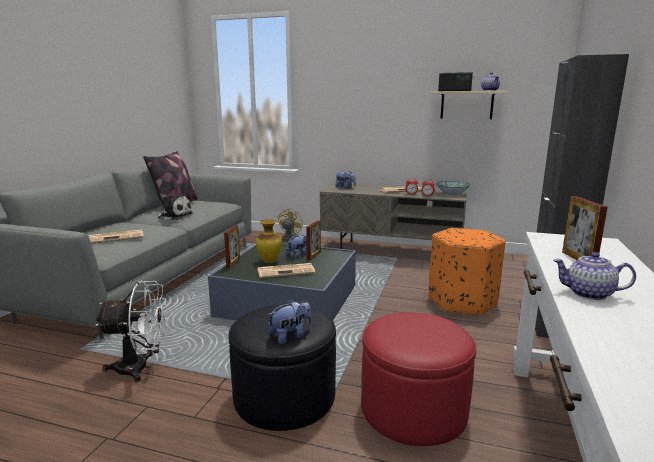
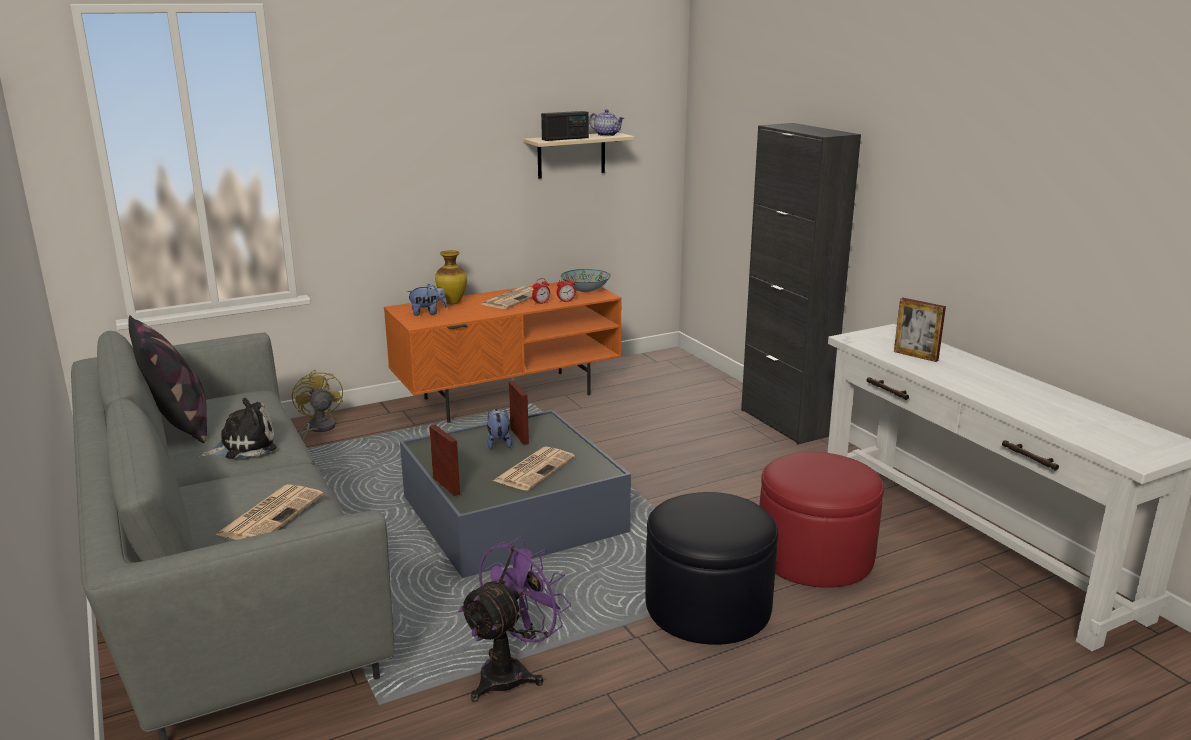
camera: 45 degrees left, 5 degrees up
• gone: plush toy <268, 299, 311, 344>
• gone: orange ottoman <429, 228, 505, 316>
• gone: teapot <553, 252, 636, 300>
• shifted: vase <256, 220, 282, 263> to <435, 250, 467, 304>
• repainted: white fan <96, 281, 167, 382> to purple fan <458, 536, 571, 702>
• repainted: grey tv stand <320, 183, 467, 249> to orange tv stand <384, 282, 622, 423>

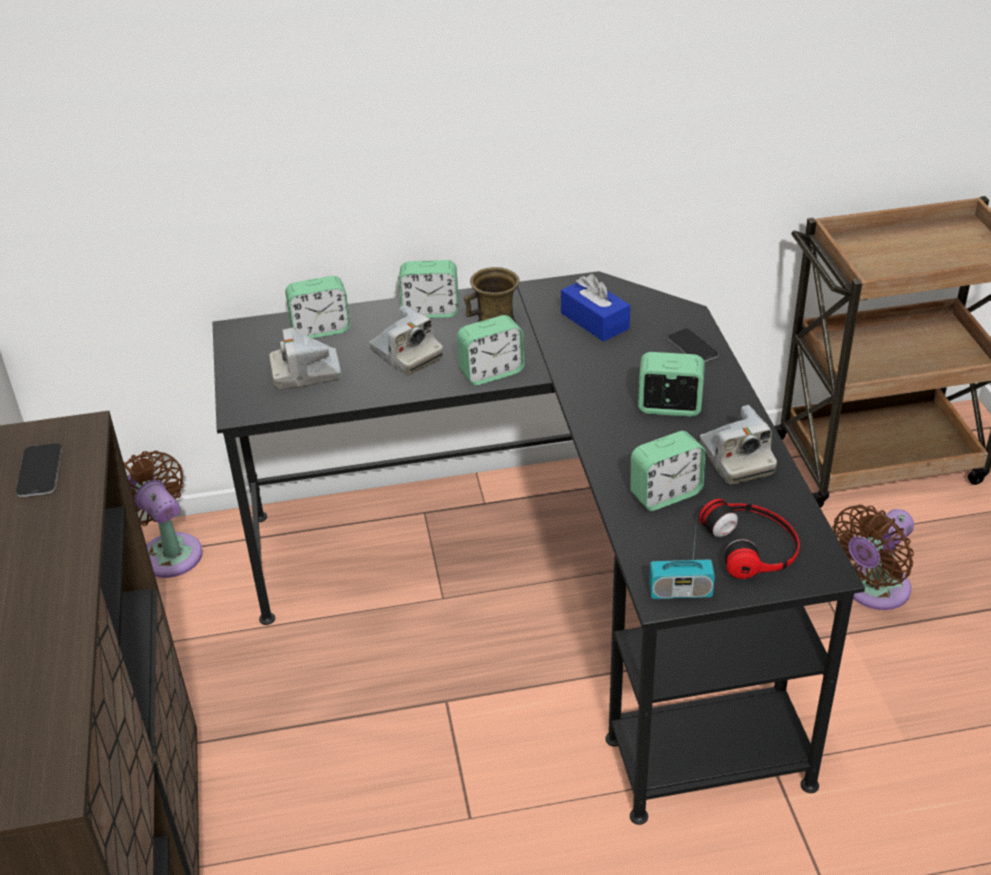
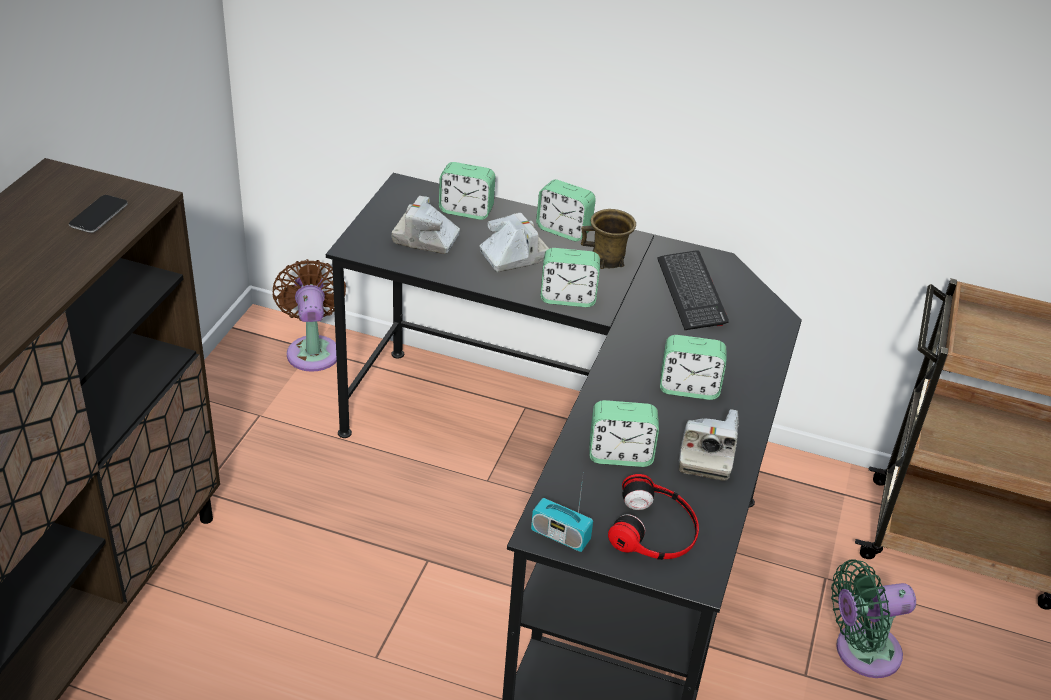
camera: 25 degrees right, 0 degrees up
• gone: phone <668, 329, 719, 362>
• swapped: blue tissue box <561, 274, 630, 342> to keyboard <657, 250, 729, 330>
• repainted: brown fan <832, 505, 914, 610> to green fan <831, 559, 916, 678>
• rotated: photo camera <369, 305, 443, 375> = <480, 213, 549, 272> 105 degrees counterclockwise
• rotated: alarm clock <638, 352, 705, 417> = <660, 335, 726, 400> 150 degrees clockwise

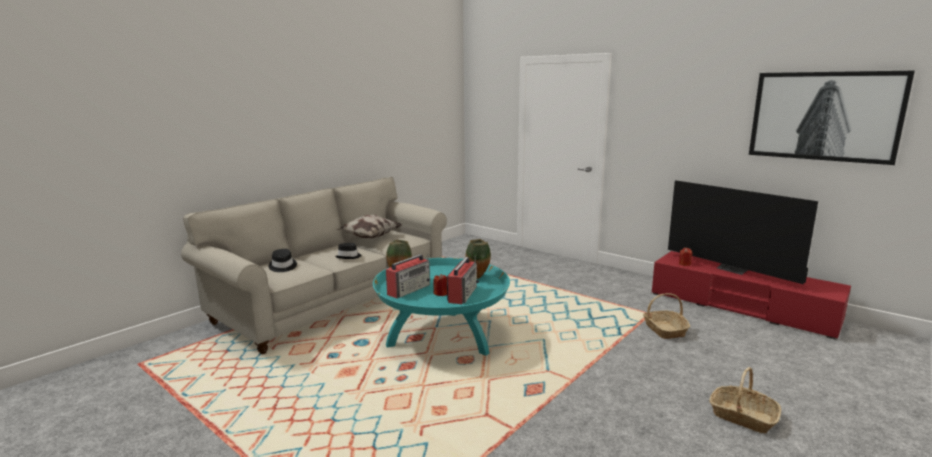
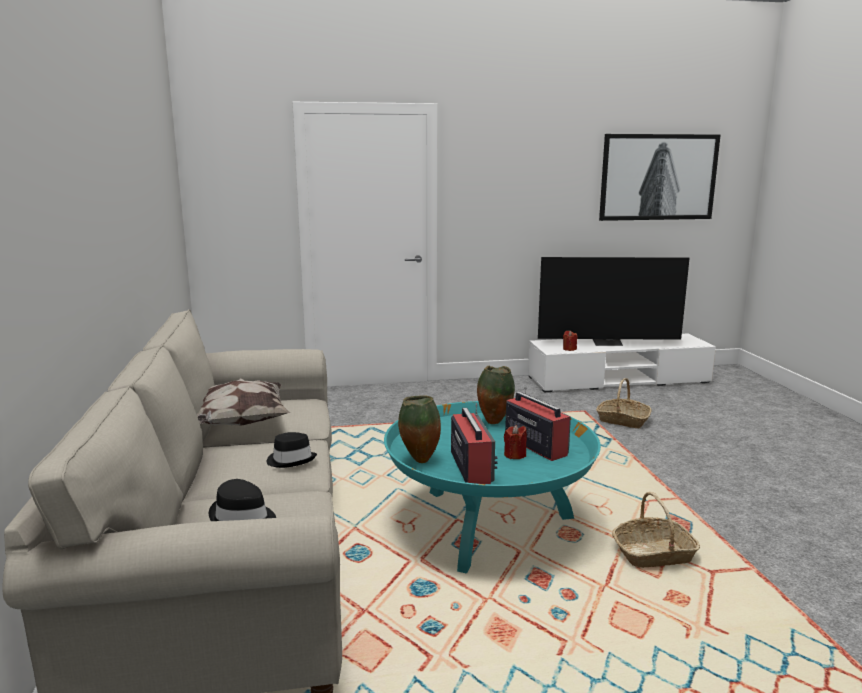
camera: 50 degrees left, 0 degrees up
• shifted: basket <709, 367, 781, 433> to <612, 492, 700, 568>
• repainted: red tv stand <652, 251, 851, 340> to white tv stand <528, 333, 716, 392>

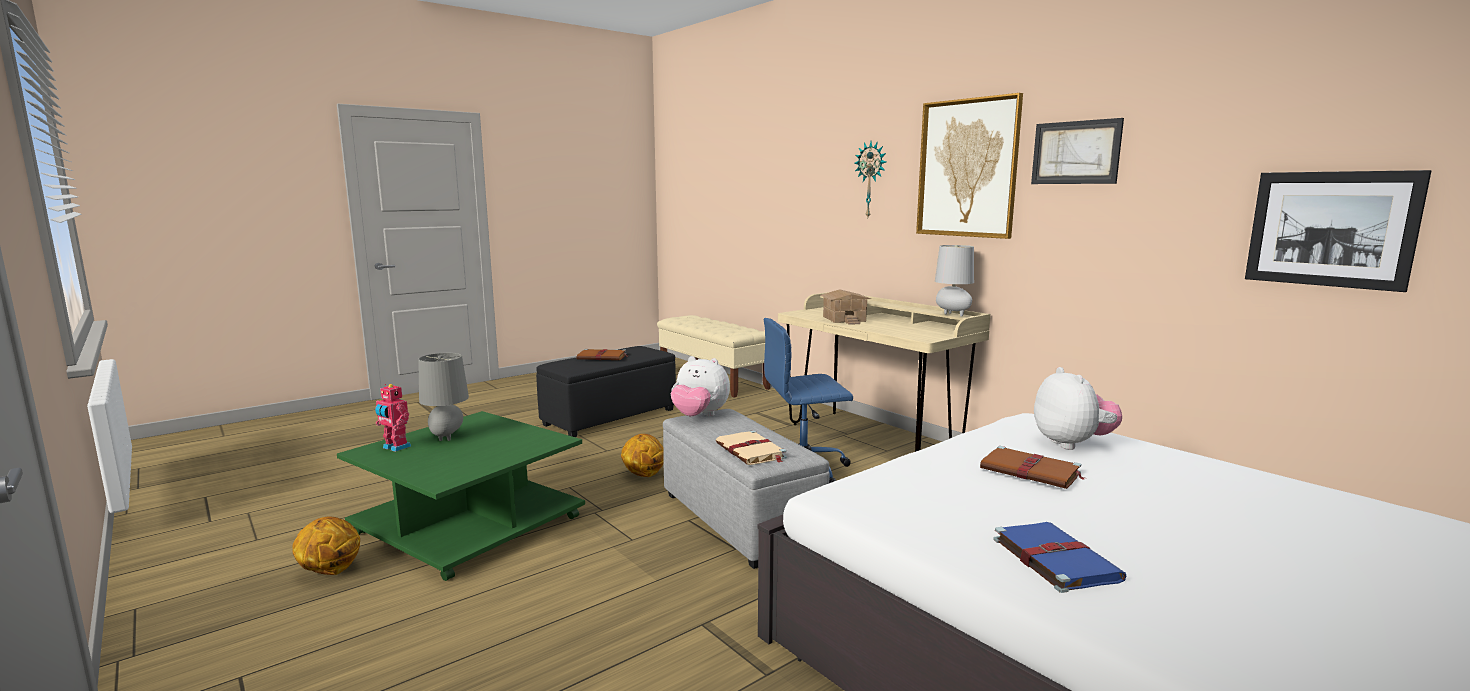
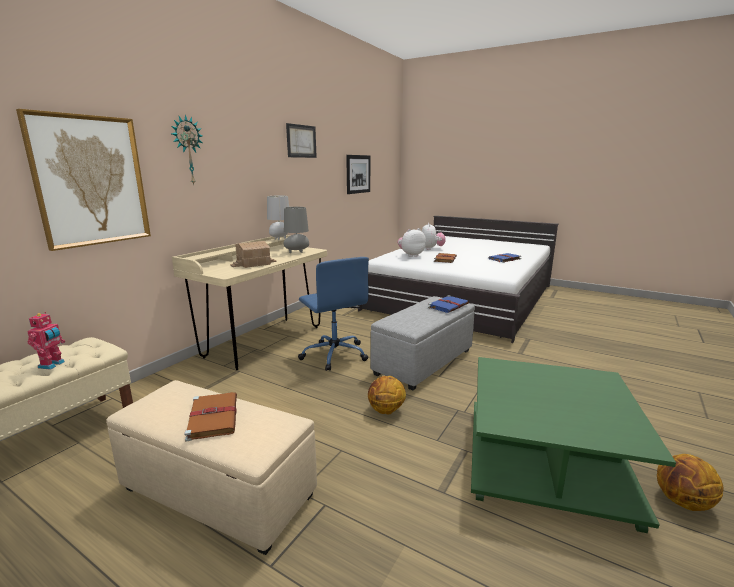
camera: 110 degrees left, 5 degrees up
• shifted: toy robot <375, 384, 411, 452> to <27, 312, 65, 370>
• shifted: grey table lamp <418, 353, 469, 441> to <284, 207, 309, 253>
• shifted: plush toy <671, 356, 730, 416> to <422, 223, 445, 250>
• shifted: picture <916, 93, 1023, 239> to <16, 109, 151, 251>
• repainted: black ottoman <536, 346, 676, 437> to beige ottoman <106, 380, 317, 555>
• repainted: beige book <716, 430, 787, 465> to blue book <428, 295, 469, 313>

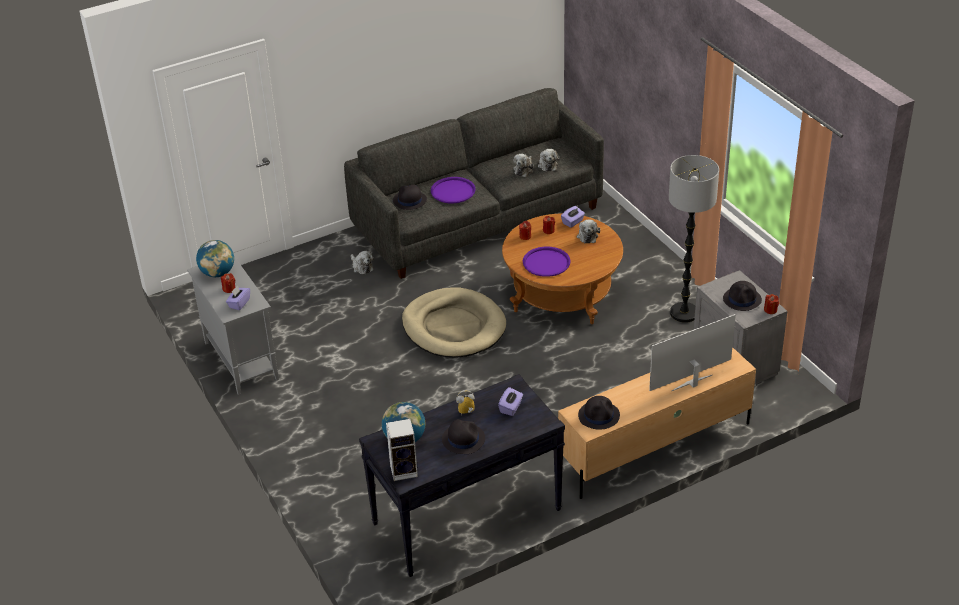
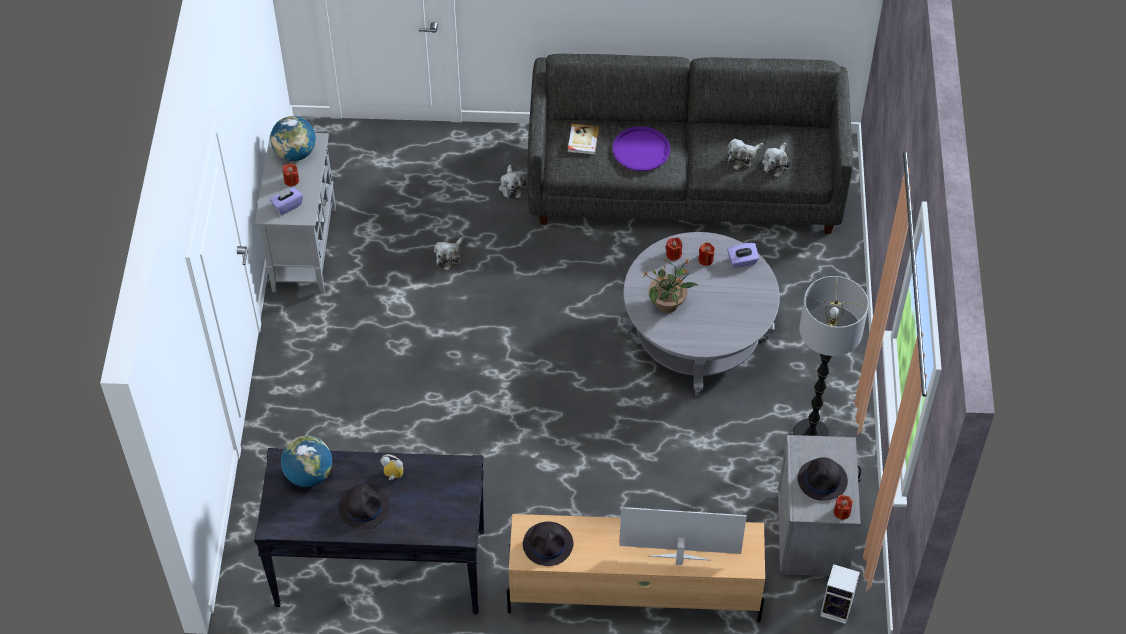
camera: 30 degrees right, 15 degrees up
• gone: beige dog bed <402, 287, 506, 358>
• gone: purple tissue box <498, 387, 523, 416>
• shifted: speaker <386, 419, 418, 481> to <820, 564, 860, 624>
• shifted: plush toy <577, 220, 600, 243> to <434, 237, 464, 271>
• swapped: black hat <393, 184, 427, 210> to book <568, 124, 599, 155>
• swapped: purple tray <523, 247, 571, 277> to potted plant <642, 259, 699, 313>
• repainted: brown coffee table <502, 214, 623, 324> to grey coffee table <622, 232, 780, 396>

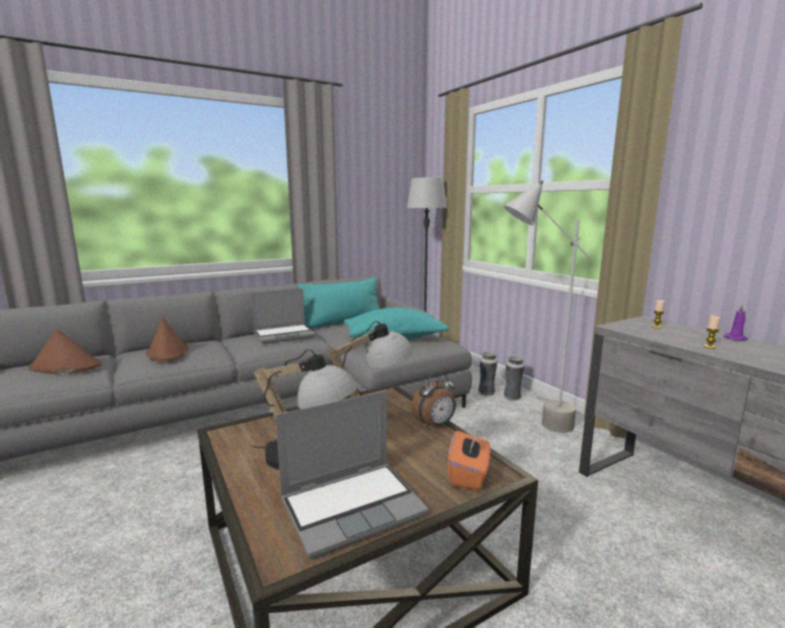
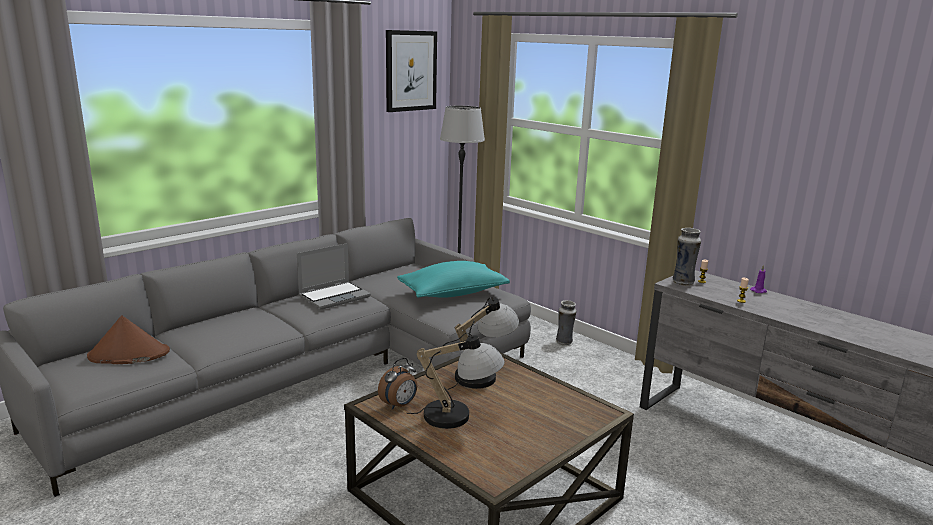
camera: 15 degrees left, 5 degrees up
• gone: brown hat <146, 317, 188, 362>
• gone: laptop <276, 391, 429, 559>
• gone: turquoise pillow <298, 277, 379, 329>
• gone: orange tissue box <448, 429, 490, 490>
• gone: grey floor lamp <504, 180, 591, 433>
• new: picture <386, 30, 437, 112>
• shifted: alarm clock <412, 371, 456, 429> to <378, 358, 417, 410>
• shifted: vase <478, 351, 497, 396> to <673, 228, 701, 286>

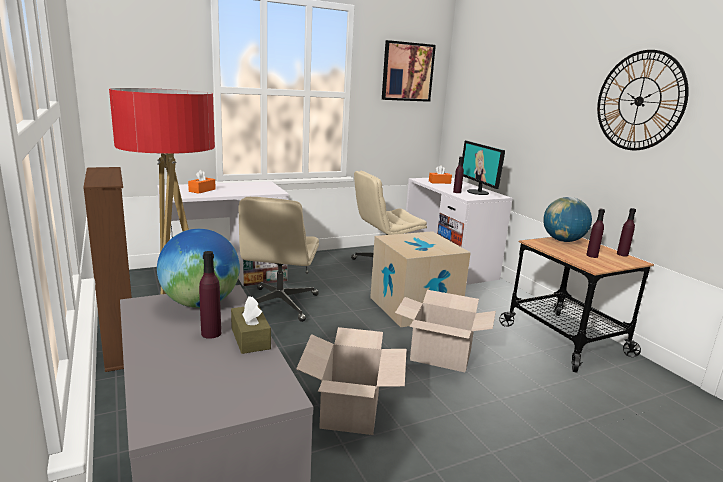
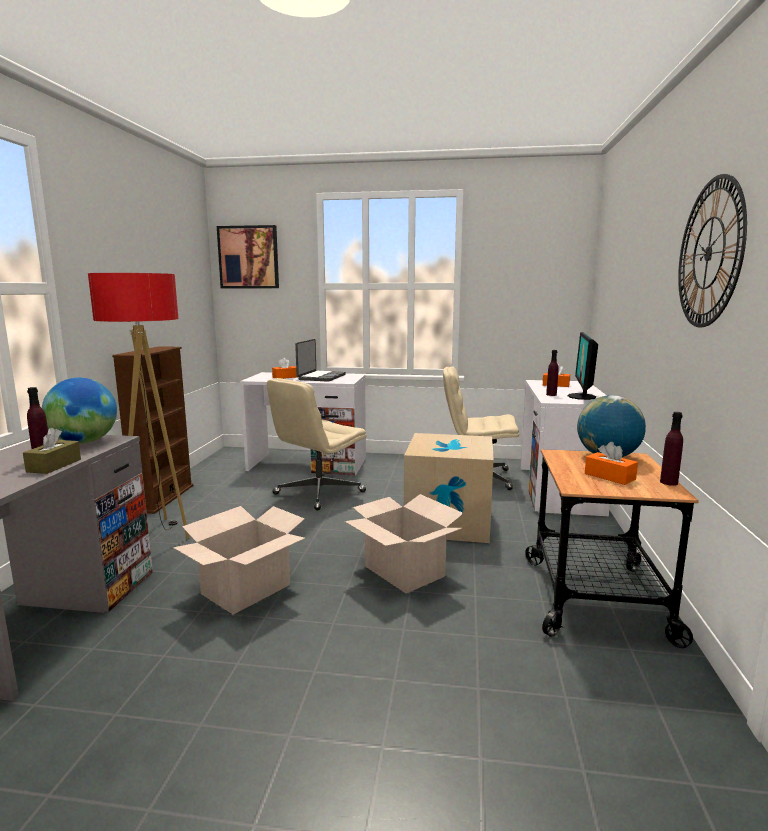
camera: 35 degrees right, 5 degrees down
• new: laptop <295, 339, 346, 382>
• shifted: picture <382, 40, 436, 102> to <217, 225, 279, 288>
• swapped: purple bottle <586, 209, 605, 258> to orange tissue box <585, 442, 638, 485>

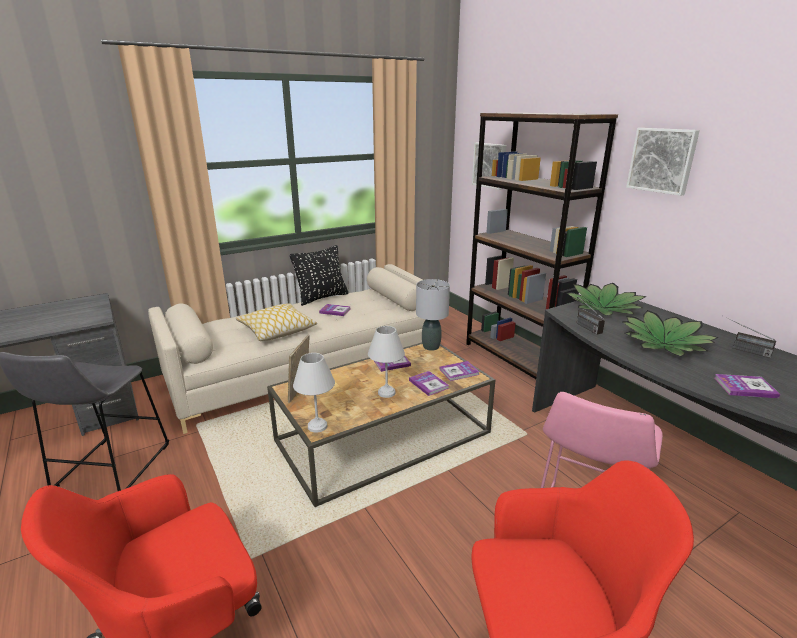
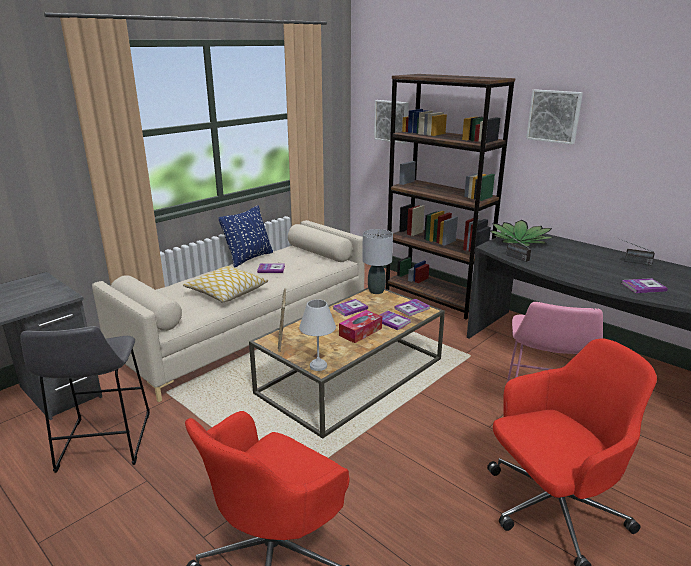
camera: 15 degrees left, 0 degrees up
• gone: potted plant <622, 310, 719, 356>
• swapped: white table lamp <368, 326, 405, 398> to tissue box <339, 310, 382, 343>
• repainted: black pillow <290, 245, 348, 306> to blue pillow <219, 206, 273, 268>

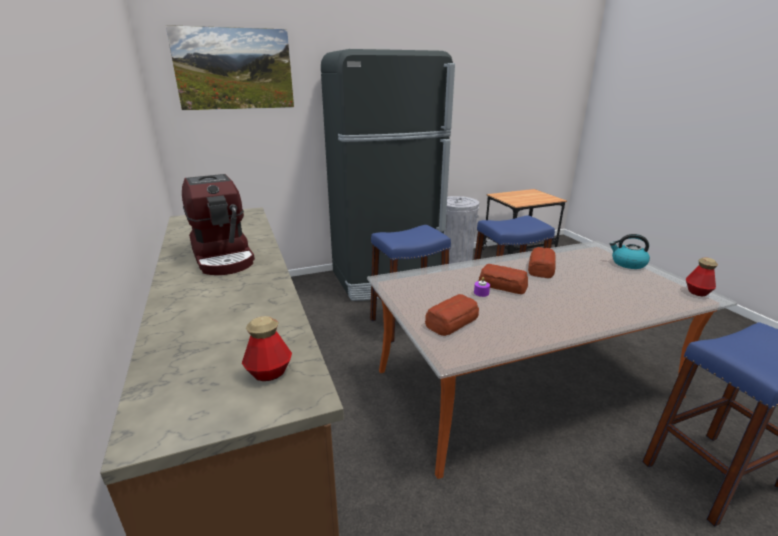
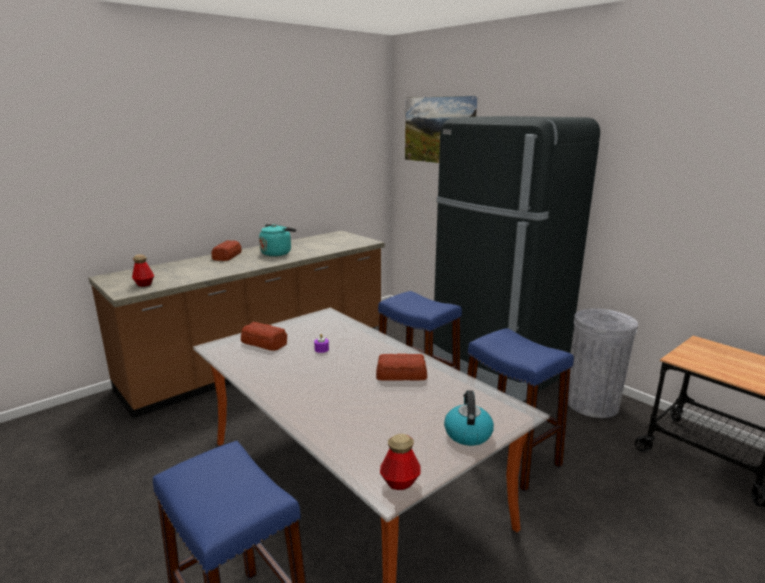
camera: 70 degrees right, 5 degrees down
• shifted: bread <479, 264, 528, 294> to <211, 240, 242, 261>
• swapped: coffee machine <182, 174, 255, 275> to turquoise kettle <259, 224, 296, 256>

